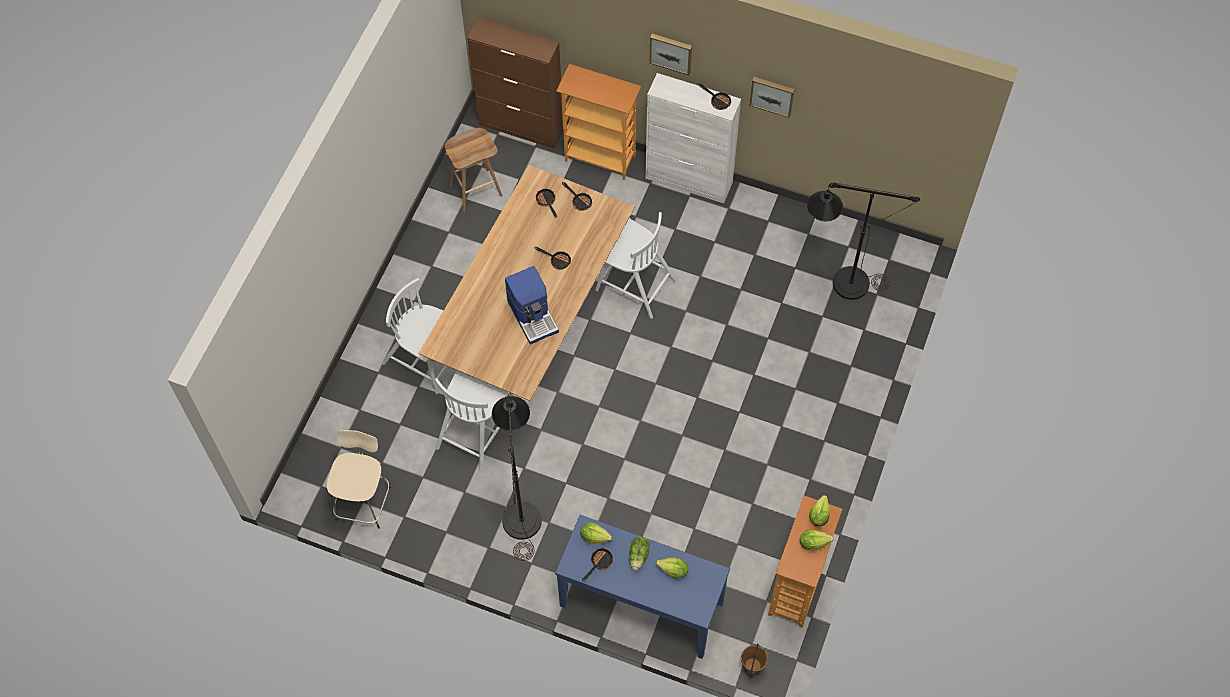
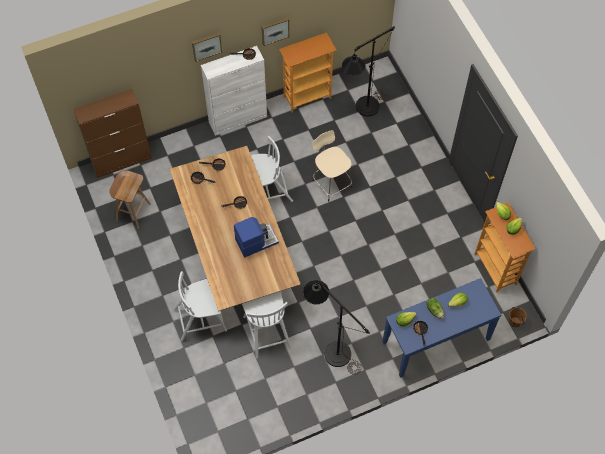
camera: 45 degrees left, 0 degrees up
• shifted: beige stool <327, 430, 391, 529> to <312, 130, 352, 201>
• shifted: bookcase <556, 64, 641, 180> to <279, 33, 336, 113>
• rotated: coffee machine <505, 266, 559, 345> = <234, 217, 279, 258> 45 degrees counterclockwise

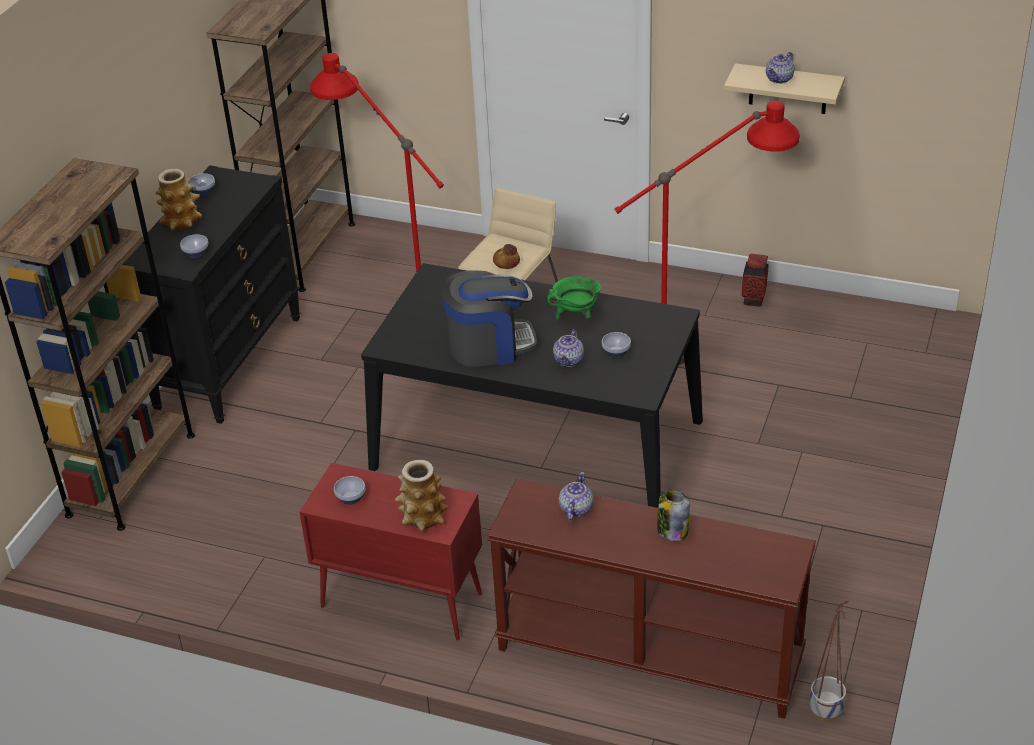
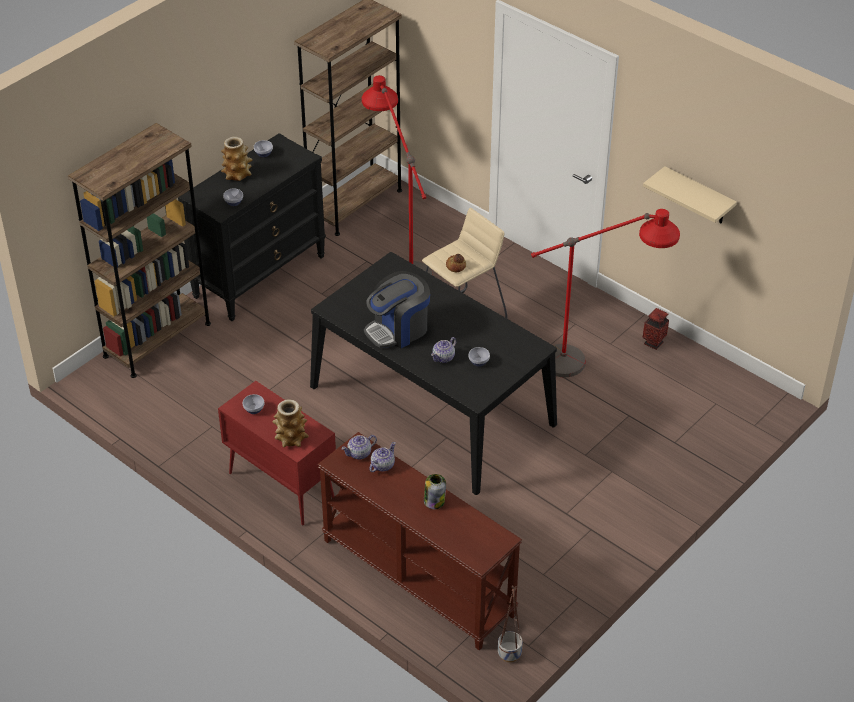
camera: 20 degrees right, 5 degrees up
• gone: green cooking pot <547, 276, 601, 321>
• shifted: teapot <766, 52, 795, 84> to <341, 435, 377, 460>
• rotated: coffee machine <442, 271, 537, 367> = <364, 271, 430, 348> 135 degrees clockwise

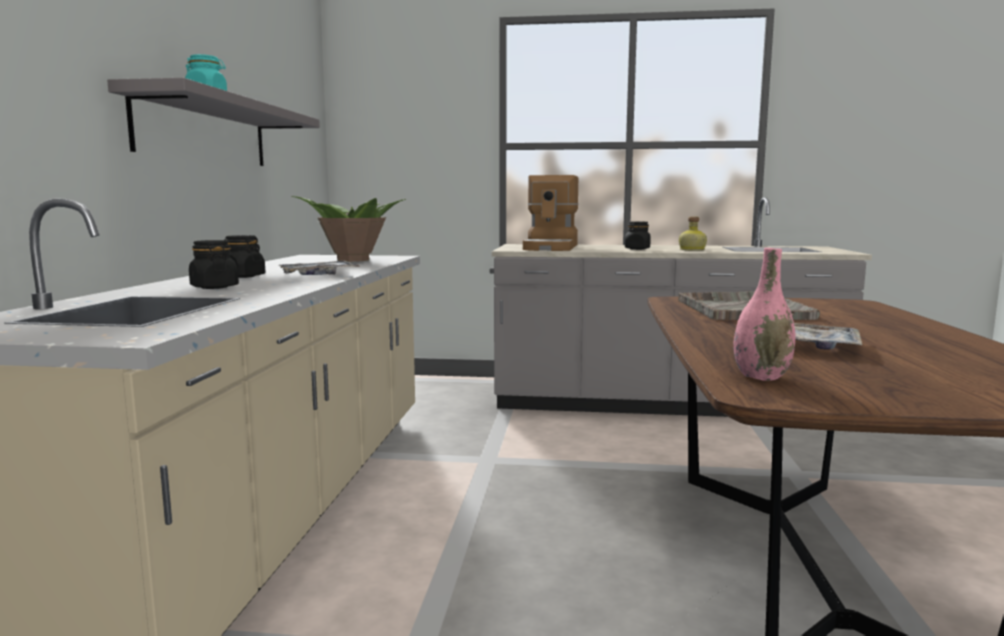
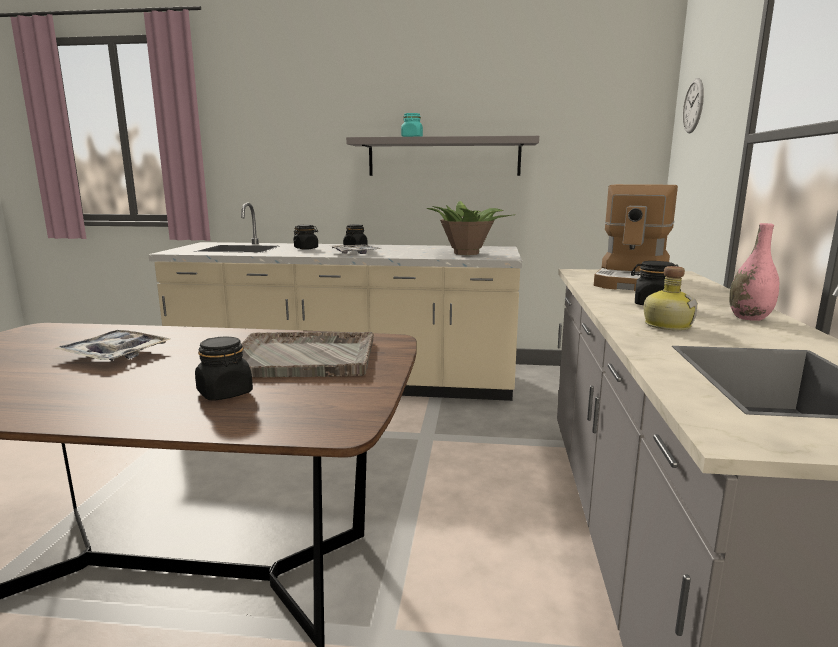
camera: 90 degrees right, 5 degrees up
• new: black jar <195, 337, 253, 401>
• new: wall clock <683, 78, 704, 133>
• shifted: pink vase <733, 248, 796, 381> to <729, 223, 779, 321>
• rotated: coffee machine <523, 175, 579, 251> = <594, 184, 678, 291> 75 degrees counterclockwise

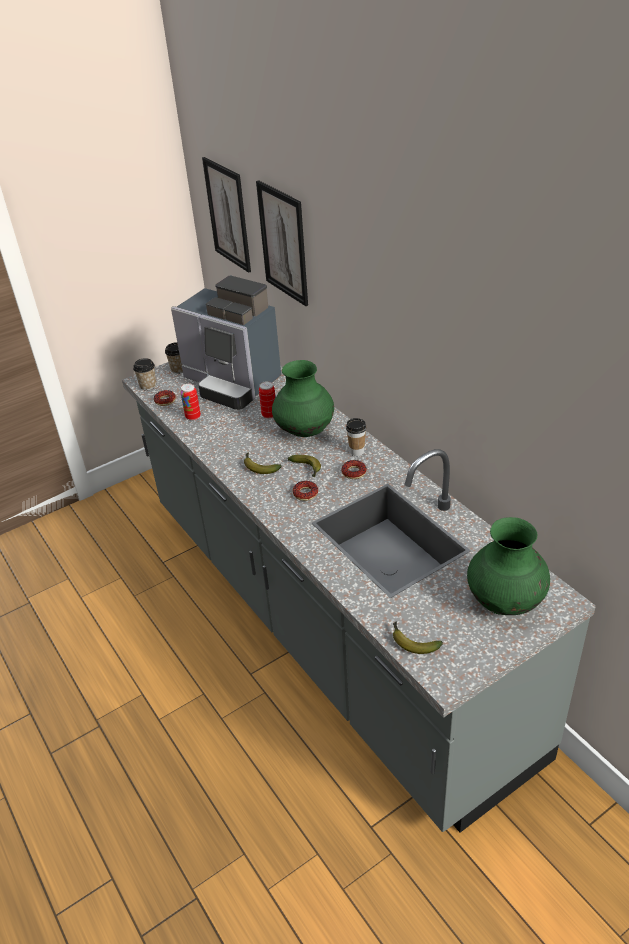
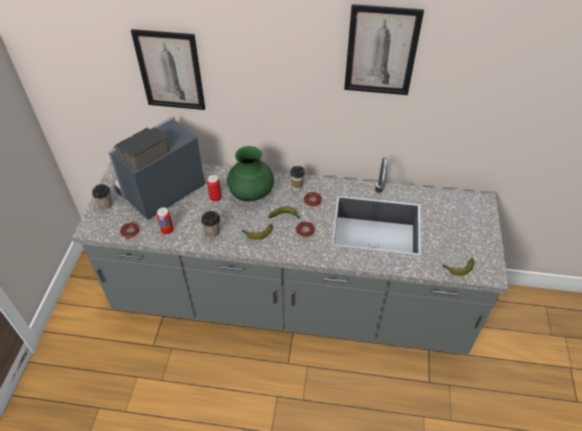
camera: 50 degrees left, 10 degrees up
• gone: green vase <467, 517, 550, 615>
• shifted: cup <133, 358, 156, 390> to <201, 211, 220, 237>
• shifted: picture <202, 157, 251, 273> to <344, 4, 424, 95>
• rotated: coffee machine <171, 276, 281, 410> = <108, 117, 205, 220> 150 degrees clockwise

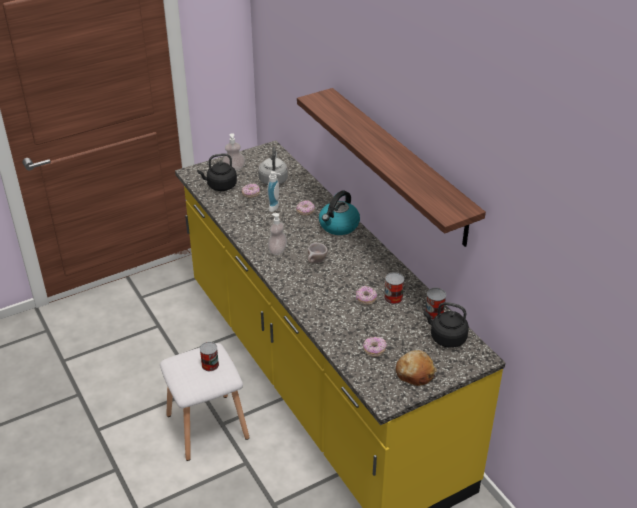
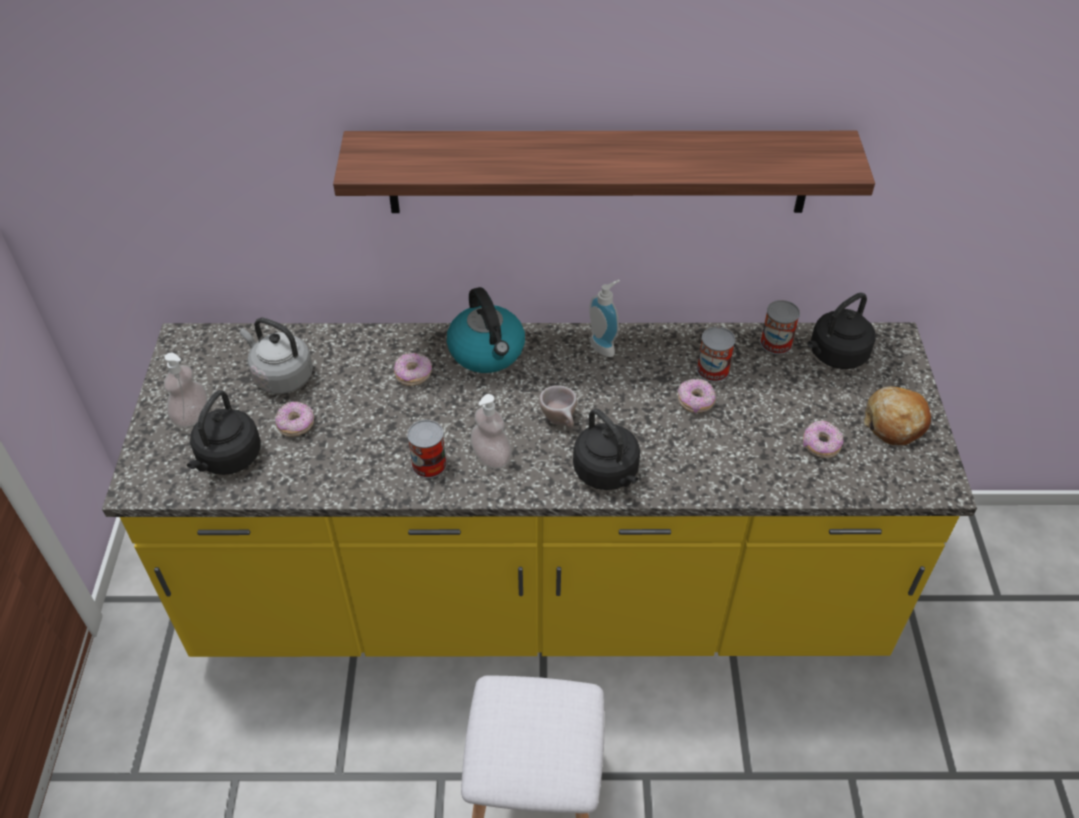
camera: 60 degrees left, 10 degrees up
• new: black kettle <573, 408, 640, 490>
• shifted: can <200, 342, 219, 371> to <407, 420, 447, 478>
• shifted: soap dispenser <267, 171, 281, 212> to <589, 280, 620, 357>

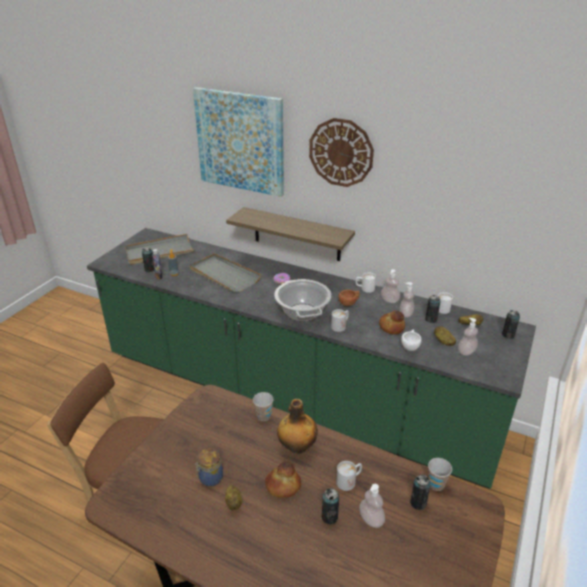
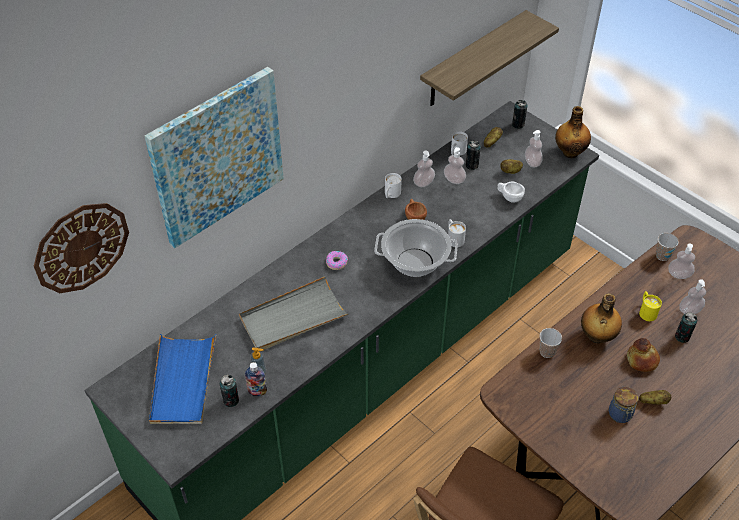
camera: 70 degrees left, 15 degrees up
• gone: bread <379, 310, 405, 335>
• new: bottle <555, 106, 591, 158>
• shifted: shelf <226, 207, 355, 261> to <420, 10, 559, 106>
• shifted: wall clock <309, 118, 374, 187> to <34, 203, 129, 293>
• swapped: can <410, 474, 431, 510> to soap dispenser <668, 243, 695, 279>
• repainted: grey tray <125, 234, 194, 265> to blue tray <149, 334, 216, 424>
• repainted: white mug <336, 461, 362, 491> to yellow mug <639, 291, 662, 321>

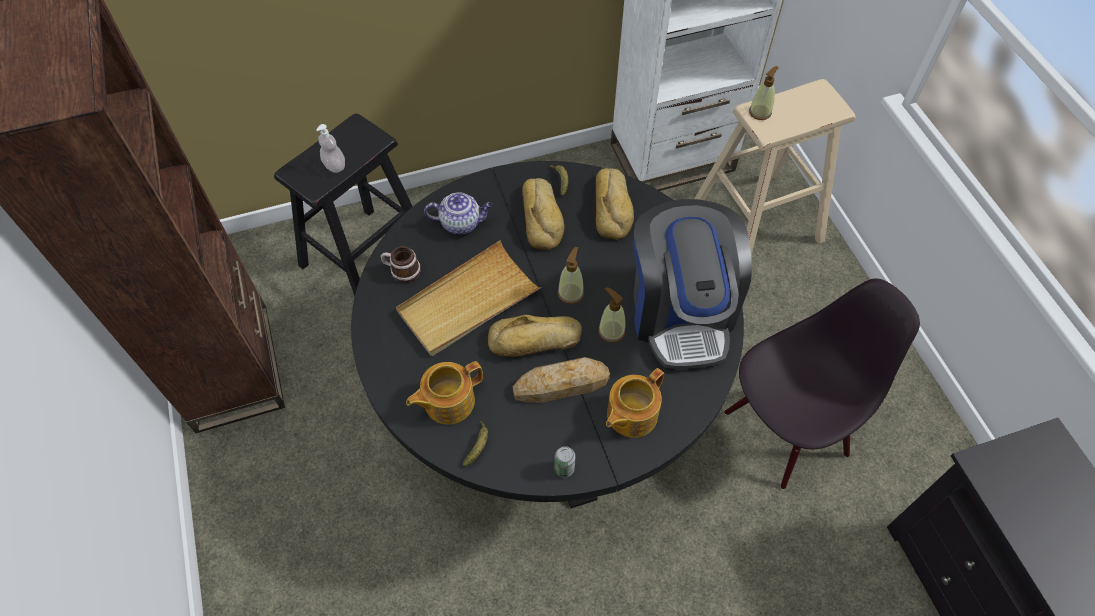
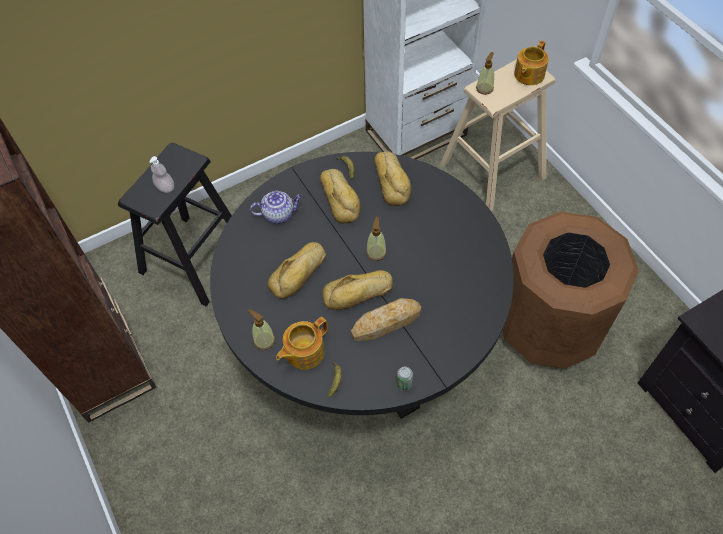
camera: 10 degrees left, 0 degrees up
• gone: mug <381, 246, 421, 283>
• gone: coffee machine <634, 199, 752, 369>
• shifted: soap dispenser <598, 287, 626, 343> to <248, 309, 275, 350>
• shifted: teapot <606, 368, 664, 438> to <514, 40, 549, 85>
• swapped: beige tray <396, 240, 542, 356> to bread <268, 242, 326, 299>
• swapped: black chair <724, 278, 920, 489> to brown trash can <503, 212, 639, 369>

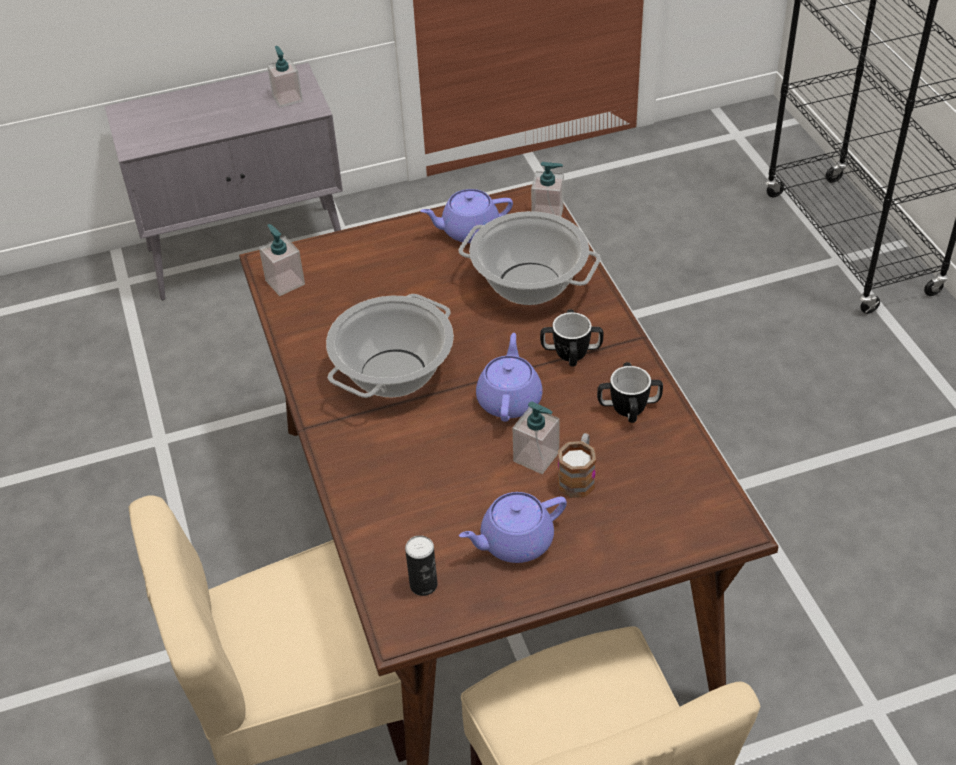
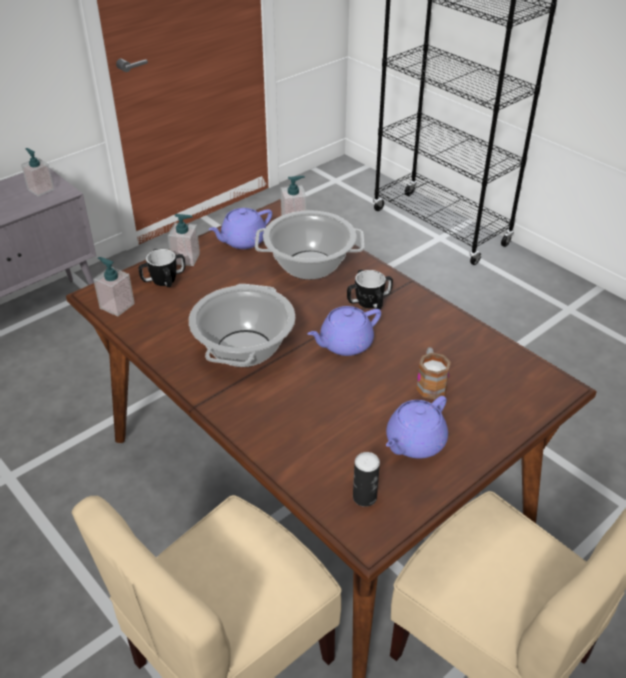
camera: 25 degrees left, 5 degrees down
• shifted: soap dispenser <513, 401, 560, 474> to <168, 214, 200, 266>
• shifted: mug <597, 362, 663, 423> to <138, 249, 185, 287>
• rotated: purple teapot <476, 333, 542, 422> = <307, 306, 381, 356> 105 degrees counterclockwise

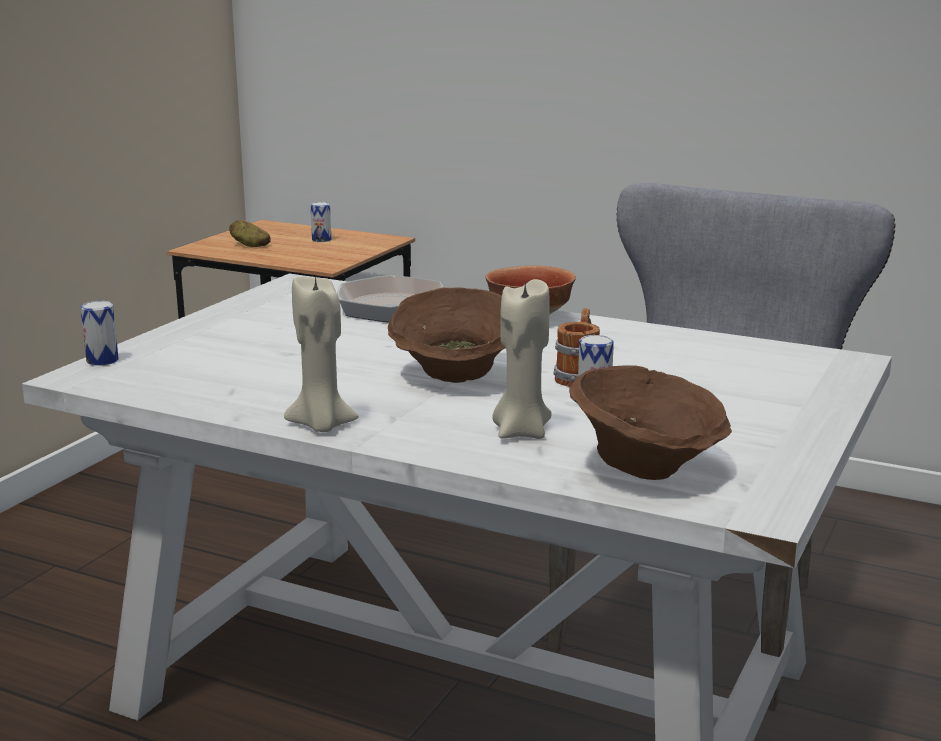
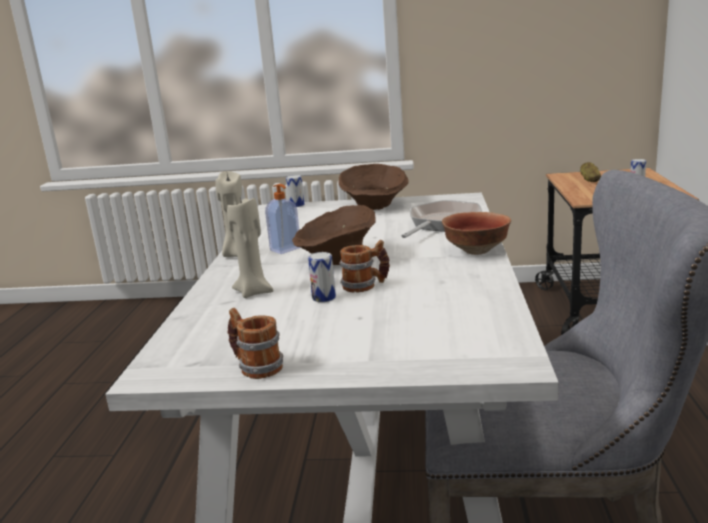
camera: 70 degrees right, 0 degrees up
• new: mug <228, 308, 283, 379>
• new: soap dispenser <265, 184, 301, 254>
• shifted: brown bowl <569, 365, 732, 480> to <338, 164, 409, 210>

